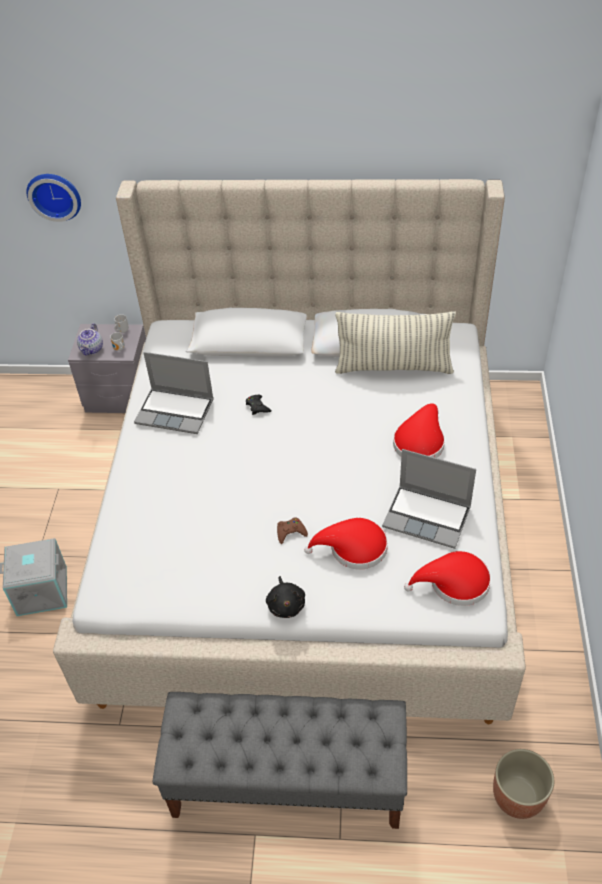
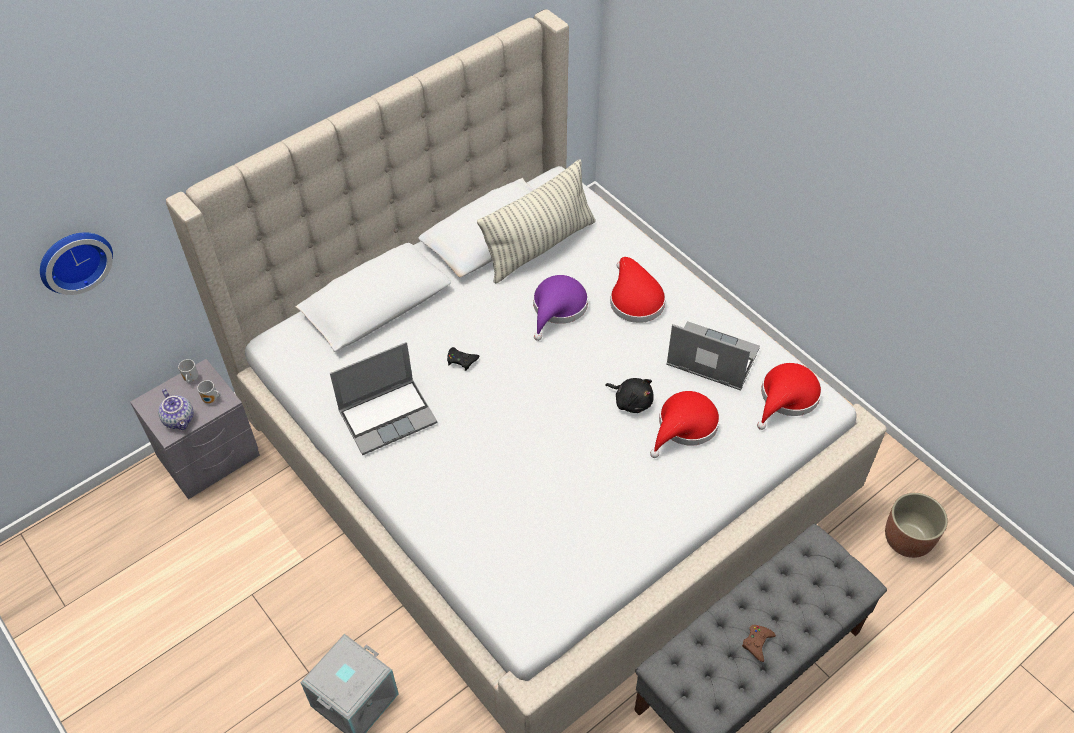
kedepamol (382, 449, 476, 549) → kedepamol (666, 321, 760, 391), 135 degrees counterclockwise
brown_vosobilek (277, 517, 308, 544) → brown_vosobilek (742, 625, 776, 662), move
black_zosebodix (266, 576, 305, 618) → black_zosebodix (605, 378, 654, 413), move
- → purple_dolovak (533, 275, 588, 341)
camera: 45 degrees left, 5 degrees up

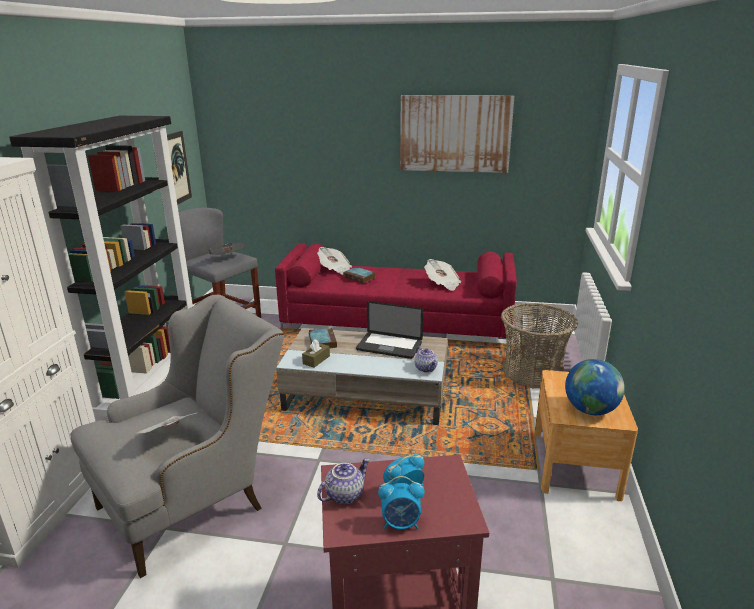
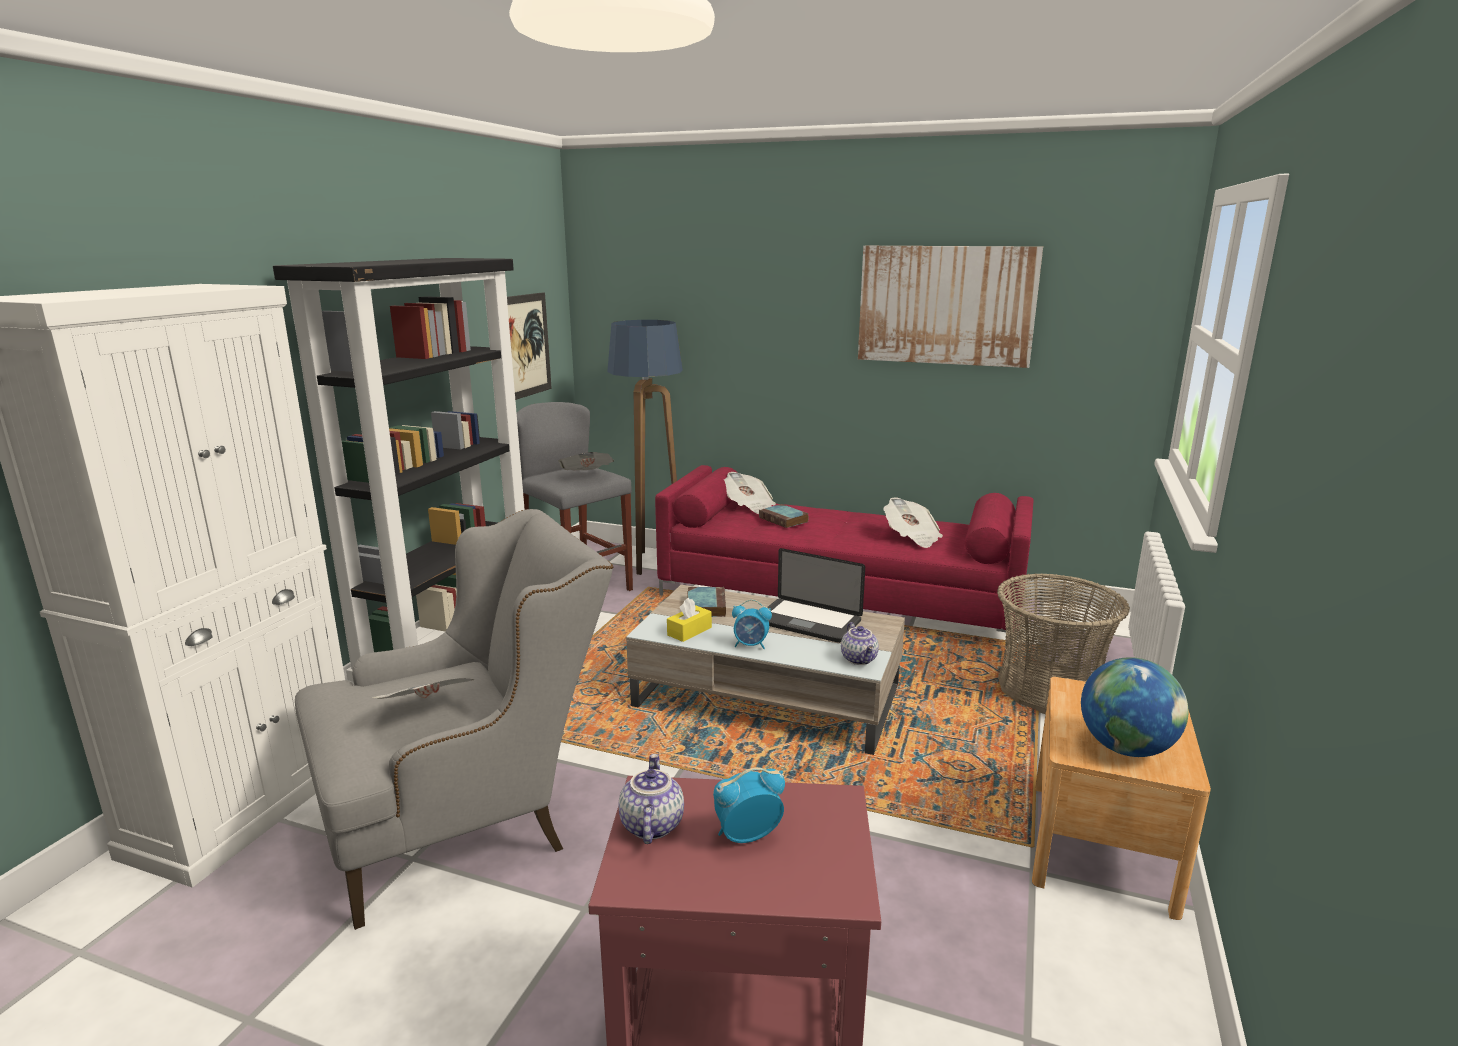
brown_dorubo (302, 339, 330, 368) → yellow_dorubo (667, 598, 712, 642)
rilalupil (317, 458, 370, 504) → rilalupil (618, 754, 684, 844), 60 degrees counterclockwise
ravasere (378, 476, 425, 530) → ravasere (732, 599, 772, 649), move
- → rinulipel (607, 320, 683, 575)
camera: 10 degrees right, 5 degrees down

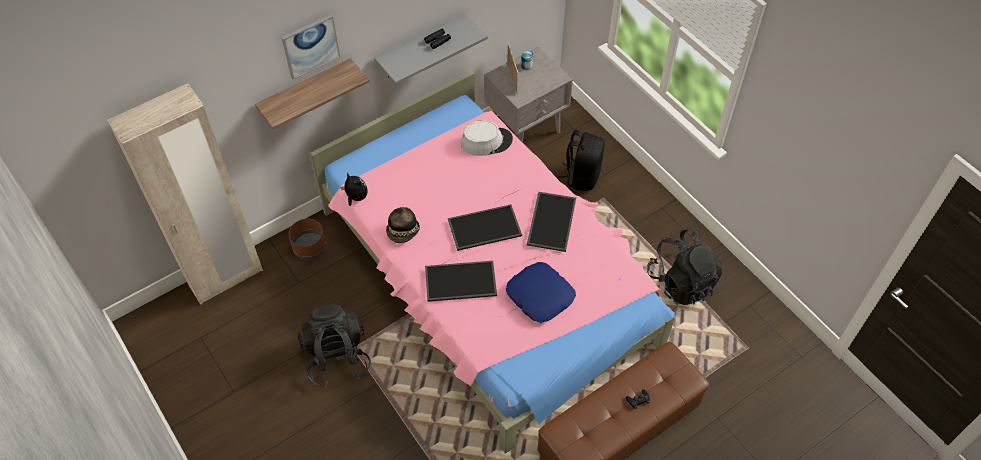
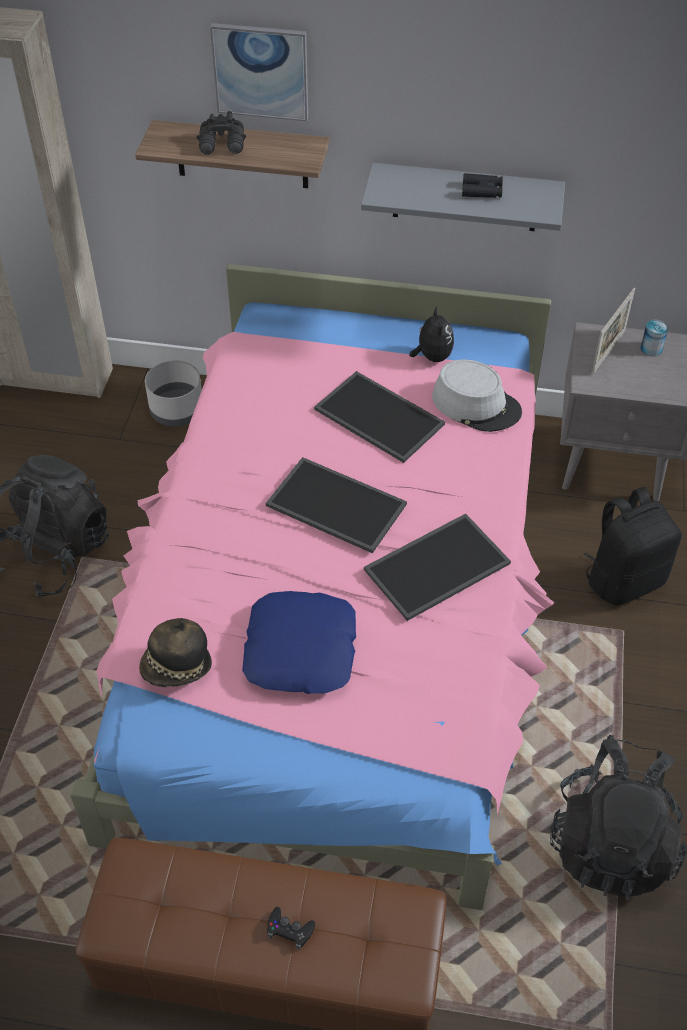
zosebodix (340, 173, 368, 206) → zosebodix (410, 306, 454, 362), move
dolovak (386, 207, 420, 243) → dolovak (139, 618, 212, 687), move
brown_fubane (289, 219, 326, 260) → grey_fubane (145, 360, 202, 426)
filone (425, 261, 497, 302) → filone (314, 371, 445, 463), move
- → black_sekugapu (196, 111, 246, 155)
camera: 45 degrees right, 5 degrees down

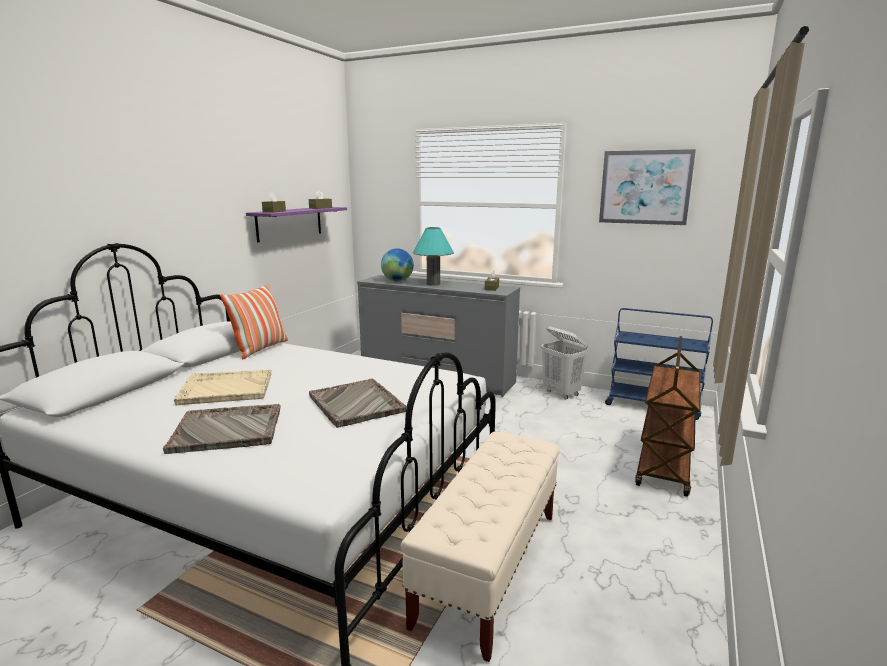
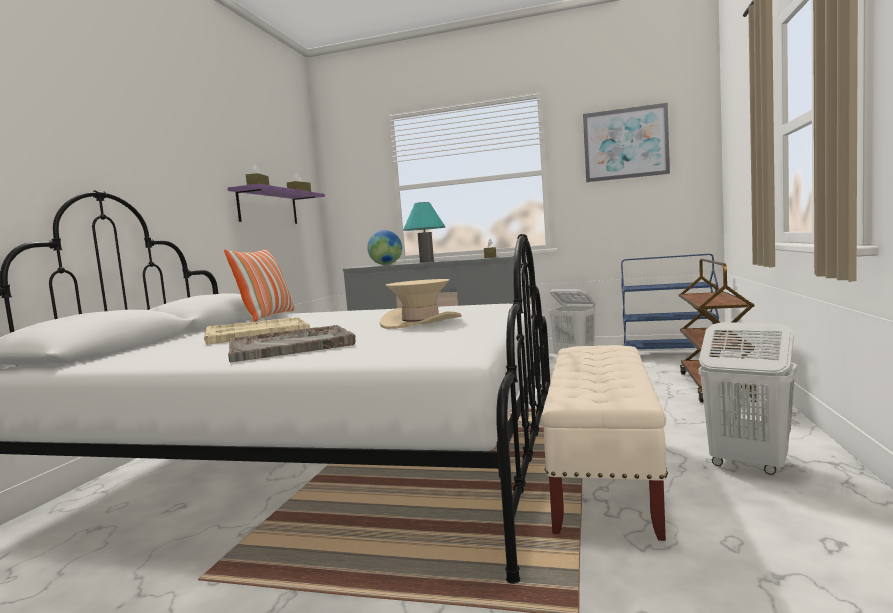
grey_filone (309, 378, 406, 428) → beige_dolovak (380, 279, 462, 329)
- → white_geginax (698, 322, 797, 475)
camera: 10 degrees left, 10 degrees down

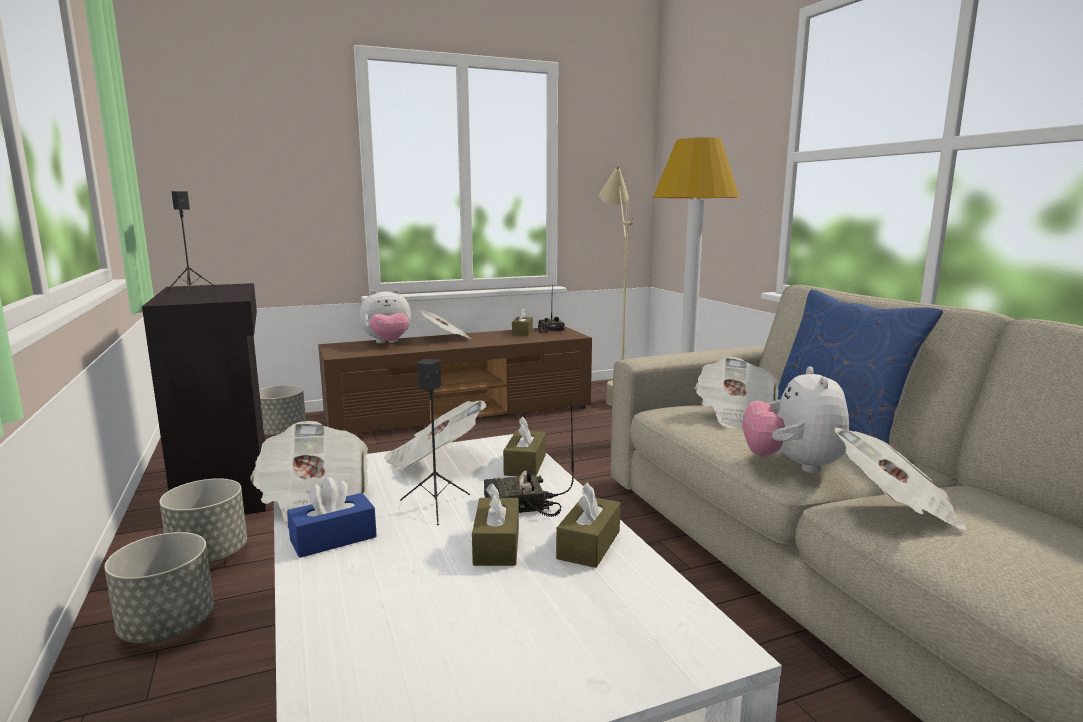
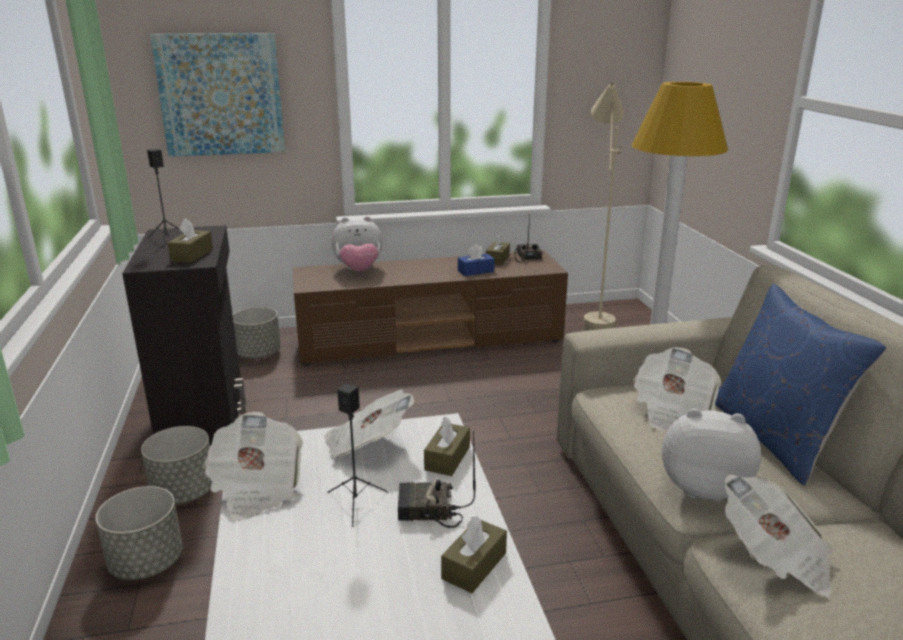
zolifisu (415, 308, 471, 339) → -
zosebodix (742, 367, 849, 474) → zosebodix (662, 408, 761, 502), 90 degrees clockwise
blue_dorubo (287, 477, 377, 558) → blue_dorubo (458, 244, 495, 276), move
brown_dorubo (472, 483, 519, 566) → brown_dorubo (168, 218, 213, 263), move
- → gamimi (150, 33, 285, 157)
camera: 10 degrees right, 10 degrees up

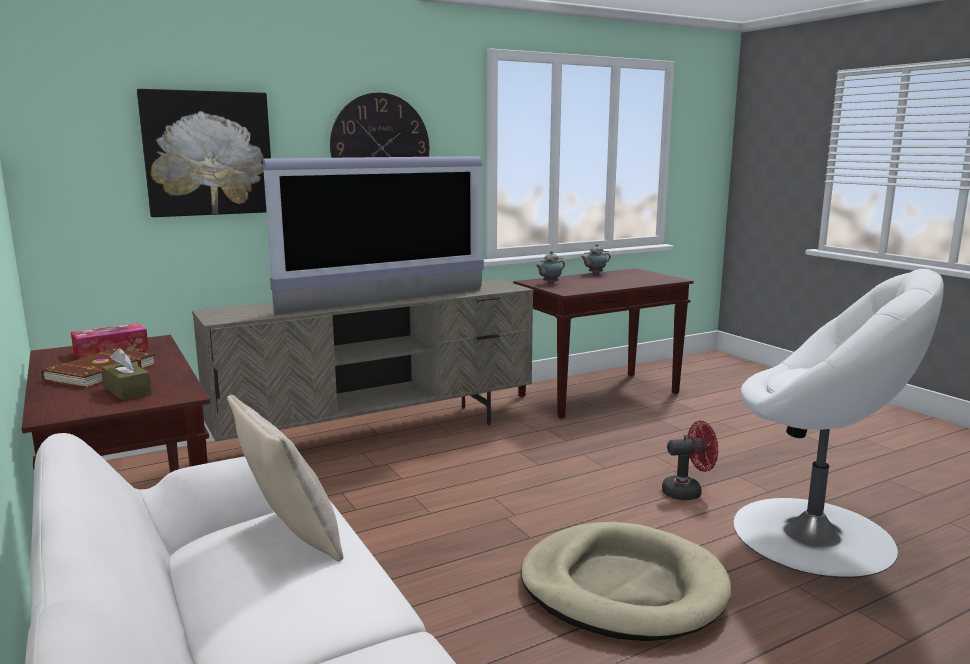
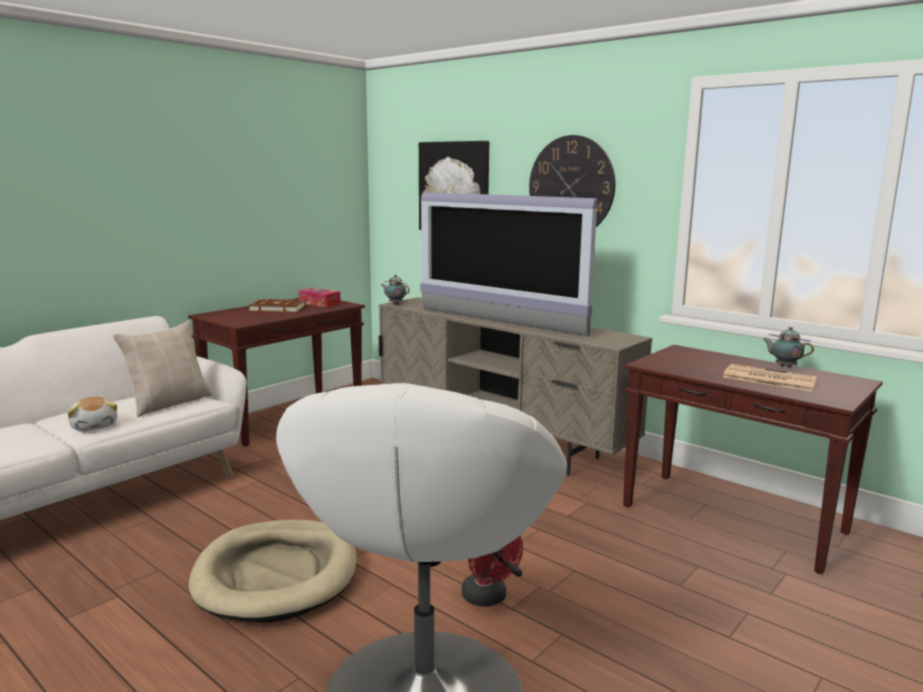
rilalupil (536, 251, 565, 284) → rilalupil (381, 275, 410, 304), move
brown_dorubo (101, 348, 152, 400) → -
- → zolifisu (723, 364, 817, 391)
- → zosebodix (68, 397, 117, 431)
camera: 70 degrees right, 0 degrees up

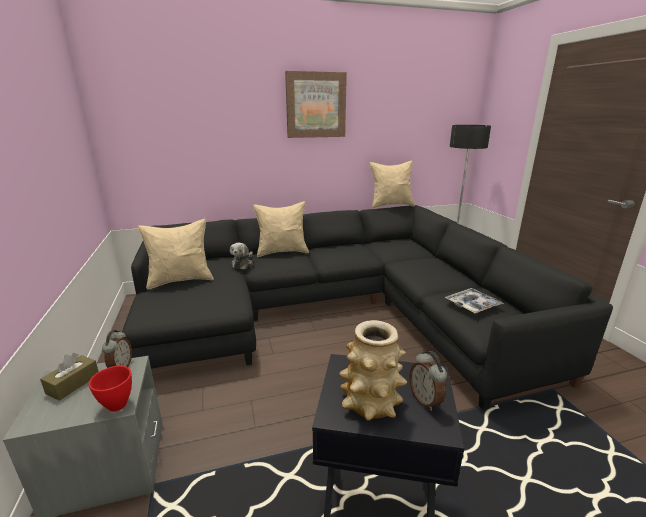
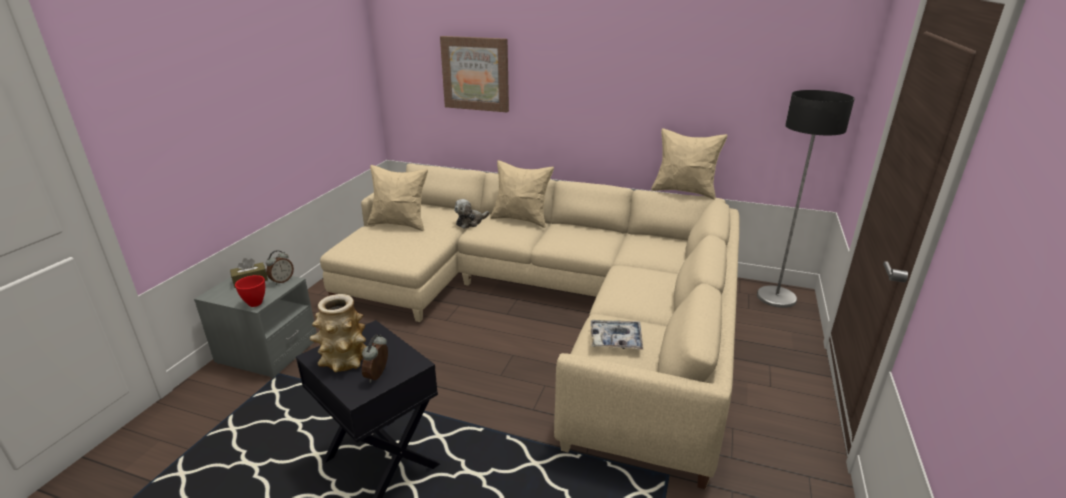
gamimi (285, 71, 347, 138) → gamimi (440, 36, 509, 112), move
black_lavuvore (122, 205, 613, 409) → beige_lavuvore (320, 164, 740, 489)
camera: 35 degrees right, 5 degrees up

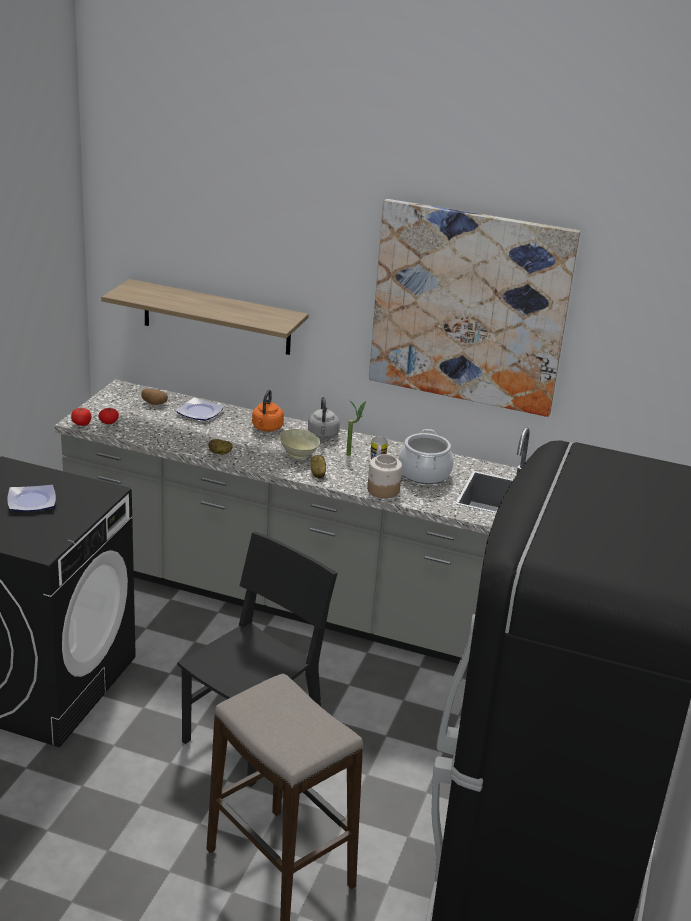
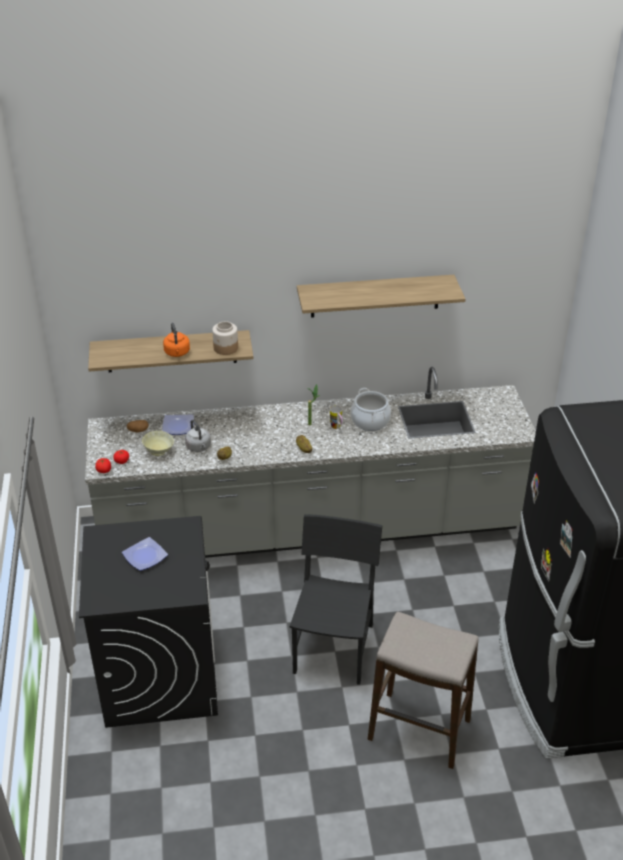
gamimi (369, 199, 580, 417) → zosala (297, 275, 465, 318)
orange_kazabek (252, 390, 284, 432) → orange_kazabek (163, 323, 190, 357), move
grey_kazabek (308, 397, 340, 439) → grey_kazabek (185, 420, 211, 452), move
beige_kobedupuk (280, 429, 320, 460) → beige_kobedupuk (142, 431, 174, 456), move
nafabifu (367, 454, 402, 498) → nafabifu (212, 321, 238, 355), move
camera: 25 degrees left, 10 degrees up

